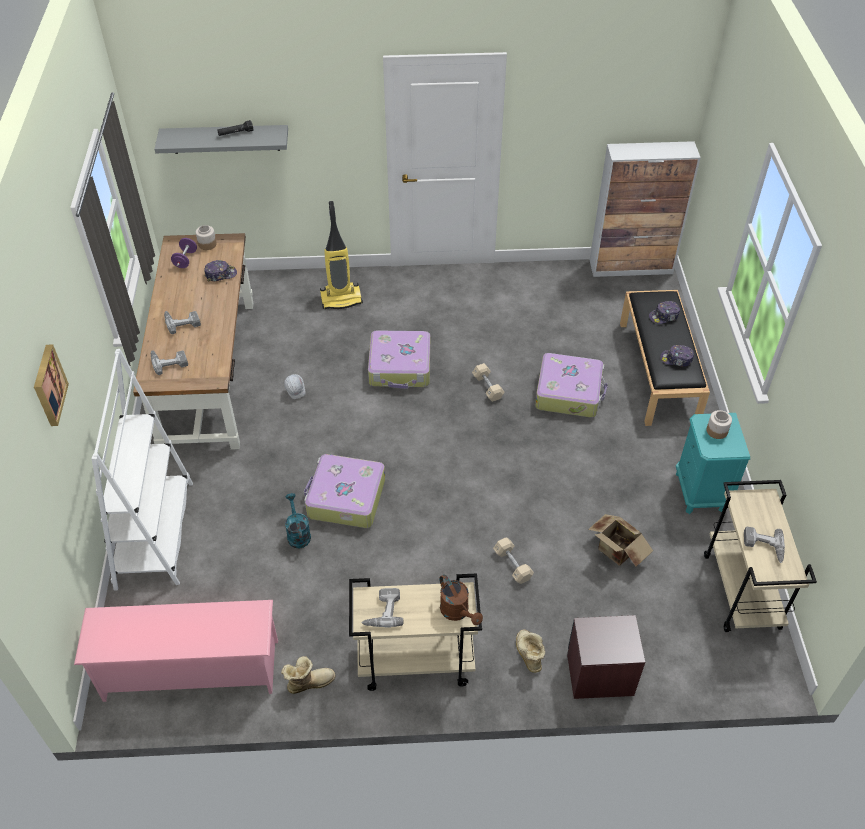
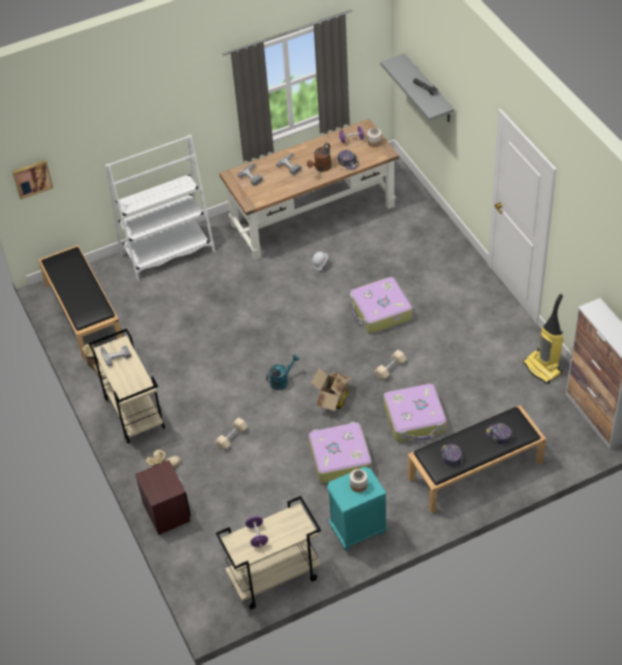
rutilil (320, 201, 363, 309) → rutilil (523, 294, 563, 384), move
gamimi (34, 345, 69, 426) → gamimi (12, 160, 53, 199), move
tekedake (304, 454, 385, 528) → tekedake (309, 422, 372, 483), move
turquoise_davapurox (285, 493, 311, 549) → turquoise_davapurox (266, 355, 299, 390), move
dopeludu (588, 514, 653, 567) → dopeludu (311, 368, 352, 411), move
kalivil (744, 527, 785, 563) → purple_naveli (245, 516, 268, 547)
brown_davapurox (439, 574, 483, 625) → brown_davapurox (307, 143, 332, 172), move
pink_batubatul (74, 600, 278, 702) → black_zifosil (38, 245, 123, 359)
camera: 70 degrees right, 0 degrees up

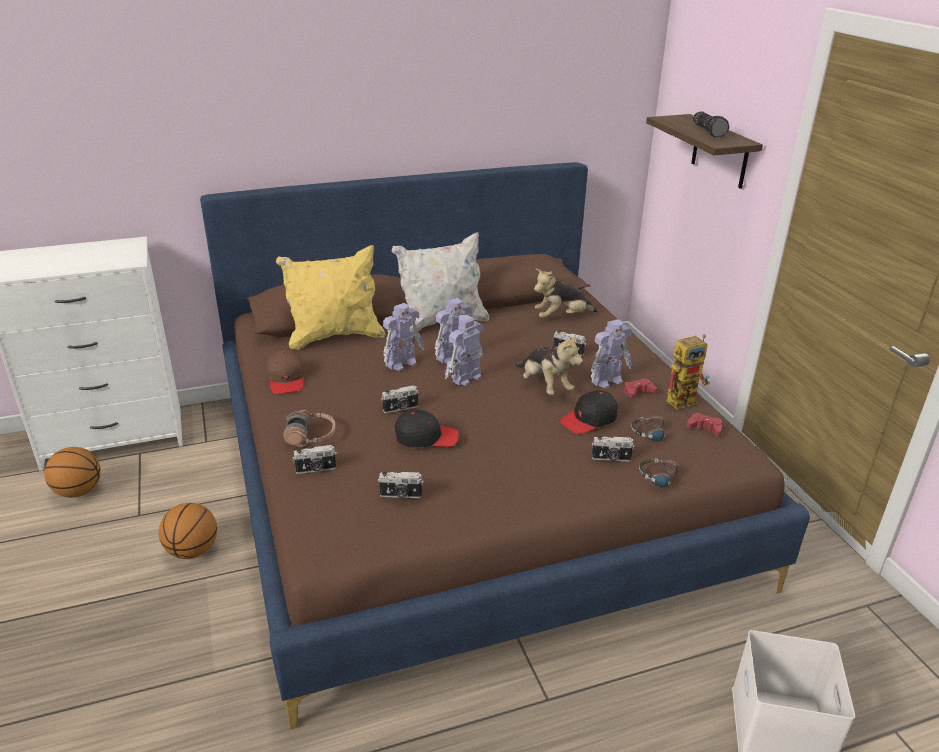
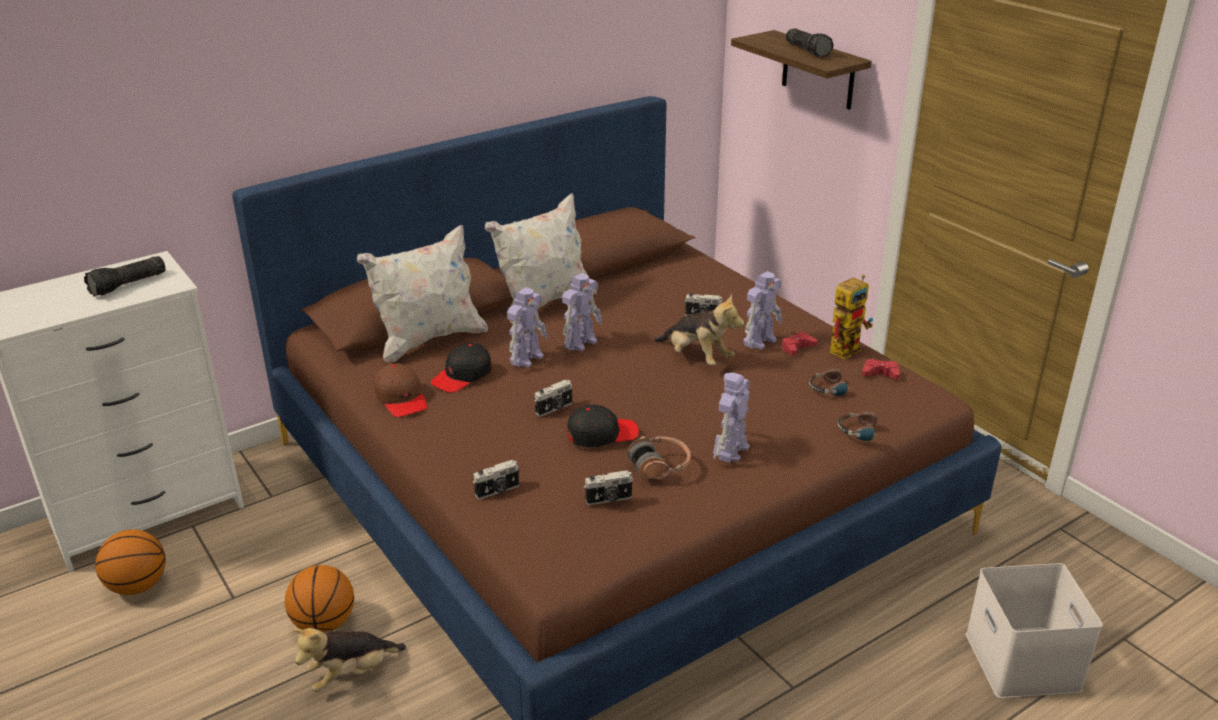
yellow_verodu (276, 245, 385, 349) → white_verodu (357, 225, 488, 362)
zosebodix (534, 269, 597, 318) → zosebodix (292, 628, 406, 692), move
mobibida (445, 315, 483, 385) → mobibida (713, 372, 750, 463), move
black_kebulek (560, 390, 617, 434) → black_kebulek (431, 343, 492, 393), move
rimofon (283, 410, 336, 447) → rimofon (627, 436, 691, 479), move
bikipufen (592, 436, 634, 462) → -
- → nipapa (84, 256, 166, 296)
camera: 15 degrees left, 0 degrees up

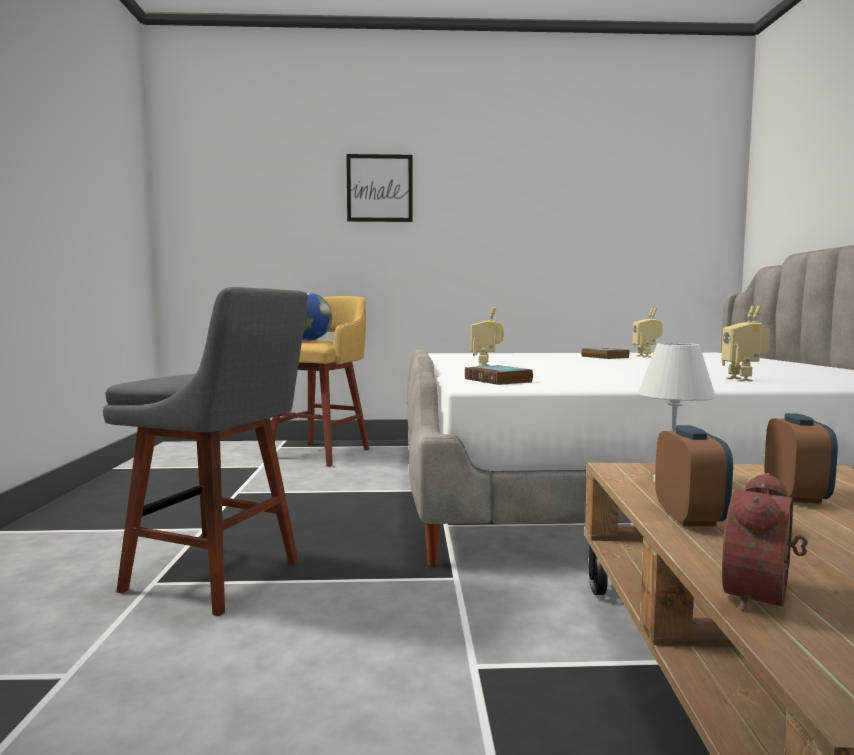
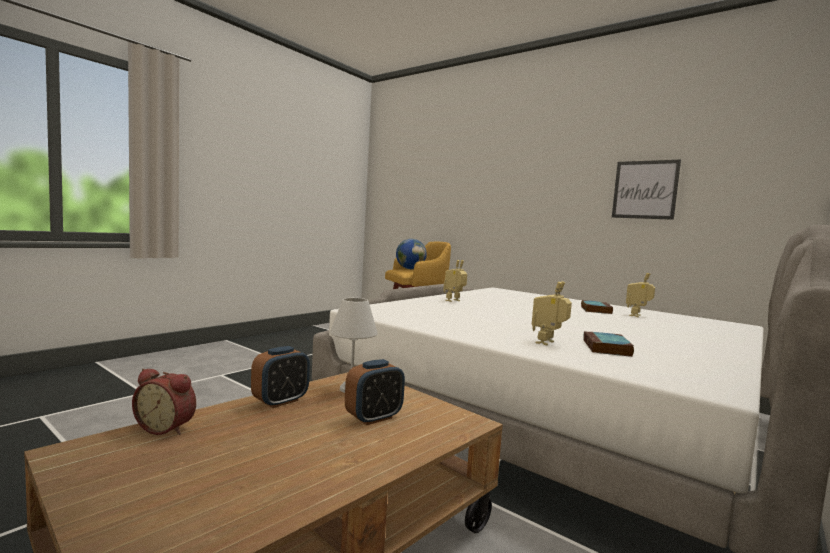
gamimi (346, 154, 413, 222) → gamimi (612, 160, 681, 220), move
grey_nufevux (103, 287, 308, 616) → -
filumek (465, 365, 533, 385) → filumek (583, 331, 634, 357), move
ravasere (722, 473, 808, 612) → ravasere (132, 368, 196, 435), 150 degrees counterclockwise
camera: 40 degrees right, 0 degrees up

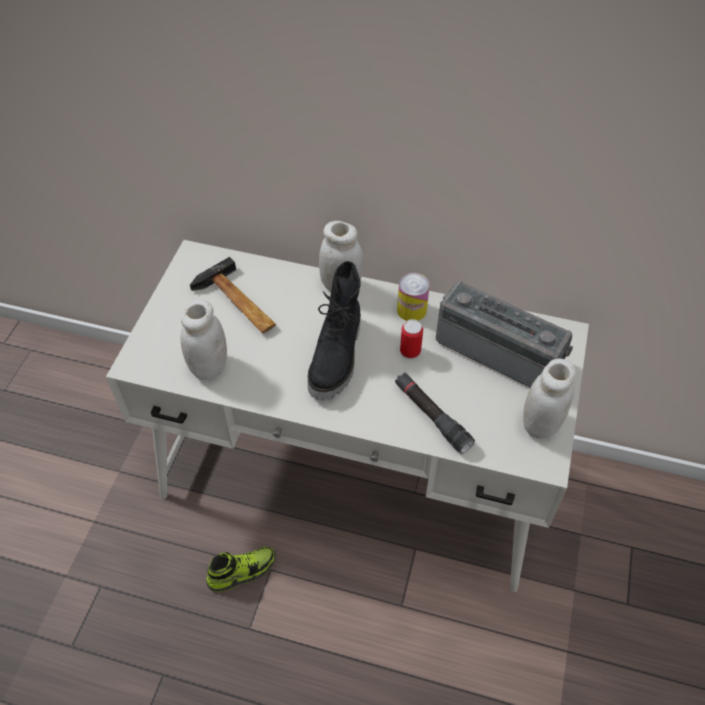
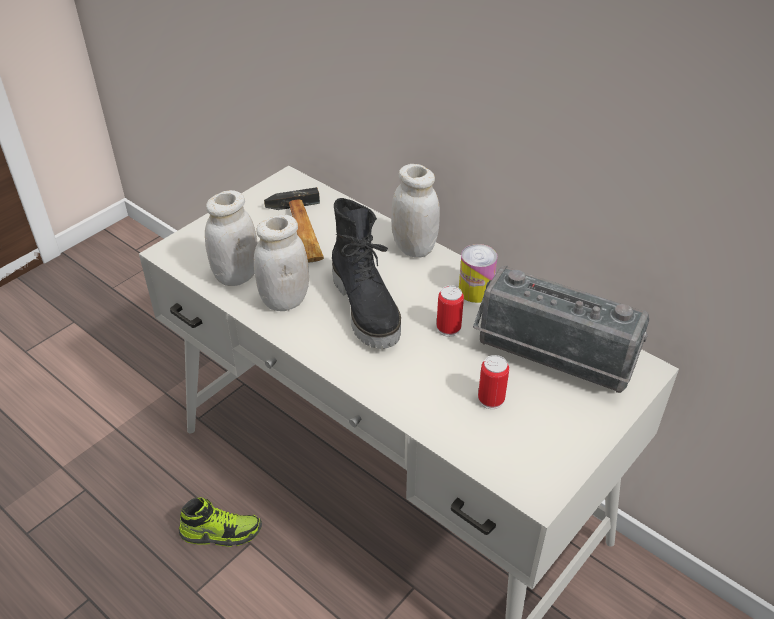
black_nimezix (308, 261, 361, 400) → black_nimezix (332, 198, 401, 349), 60 degrees counterclockwise
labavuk (436, 281, 573, 388) → labavuk (473, 266, 649, 393), 150 degrees clockwise
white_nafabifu (523, 359, 576, 439) → white_nafabifu (254, 215, 309, 311), move
black_nipapa (395, 373, 475, 454) → -
- → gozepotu (478, 355, 509, 409)
camera: 25 degrees right, 10 degrees down

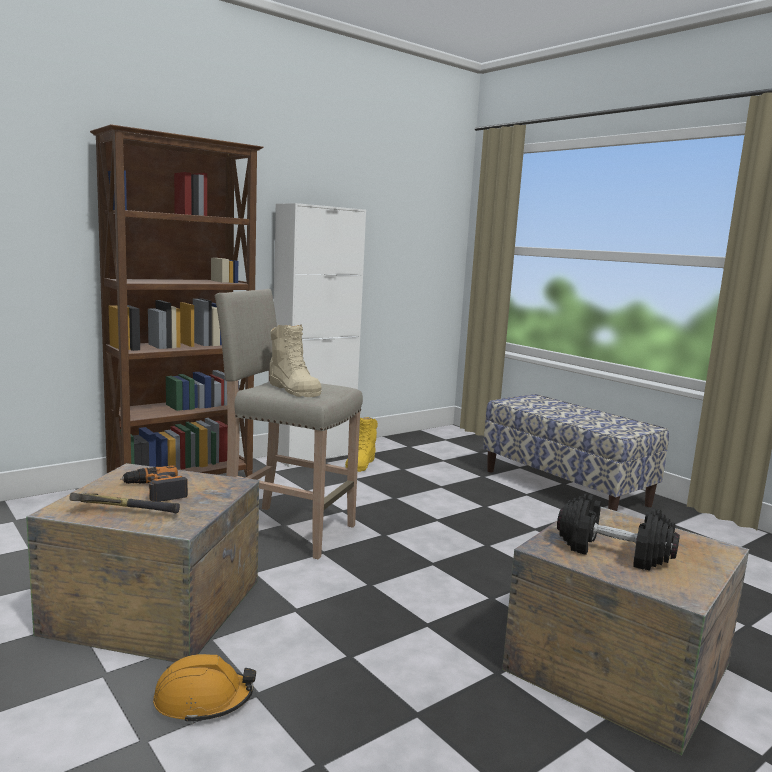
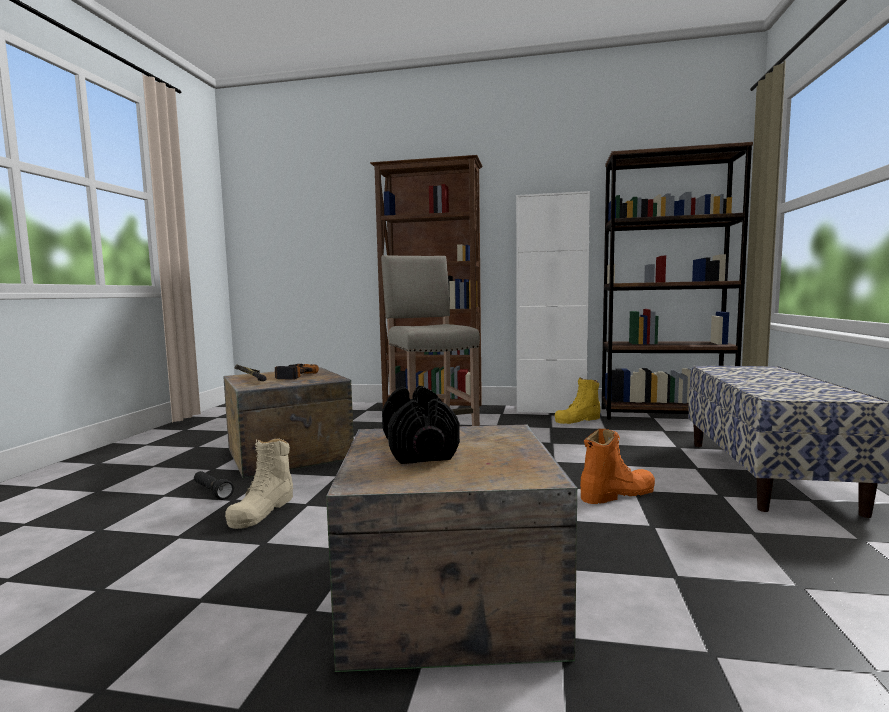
beige_nimezix (270, 325, 322, 397) → beige_nimezix (225, 438, 293, 529), move
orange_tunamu (153, 654, 256, 724) → black_nipapa (194, 471, 234, 500)
- → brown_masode (602, 142, 753, 419)
- → orange_nimezix (580, 429, 655, 504)
camera: 50 degrees right, 5 degrees down

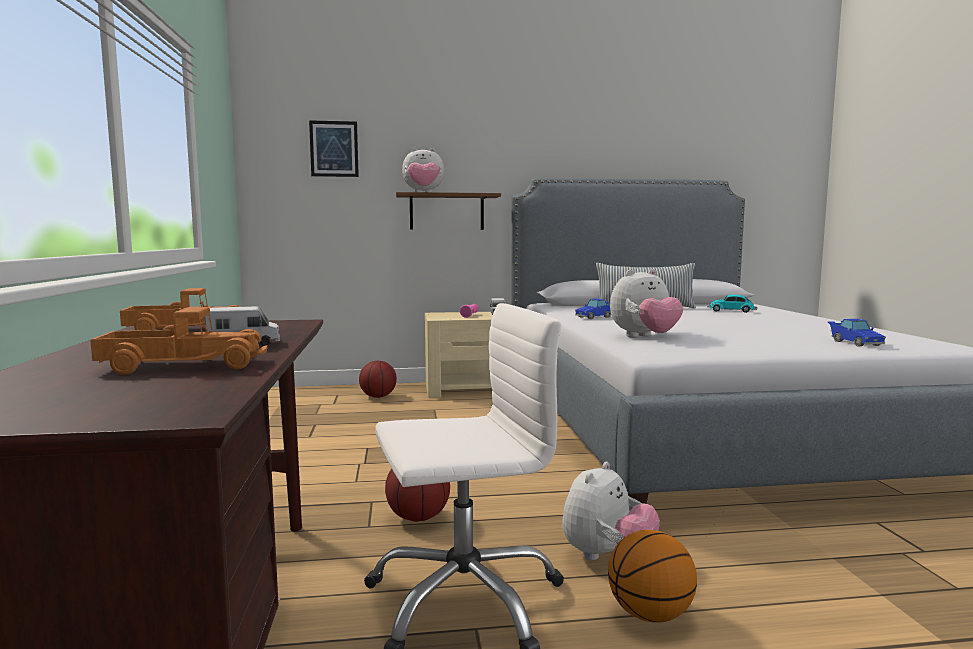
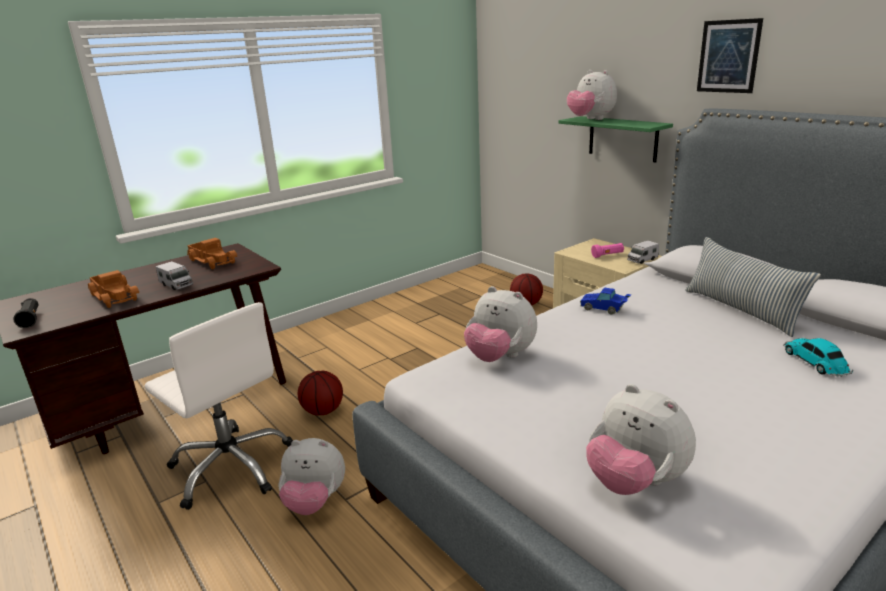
gamimi (309, 120, 359, 177) → gamimi (697, 18, 763, 93), move
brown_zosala (396, 192, 501, 230) → green_zosala (558, 116, 673, 163)
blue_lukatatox (827, 319, 886, 347) → zosebodix (586, 384, 696, 495)
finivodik (608, 530, 697, 623) → -
- → black_nipapa (13, 298, 38, 328)
camera: 60 degrees right, 15 degrees up

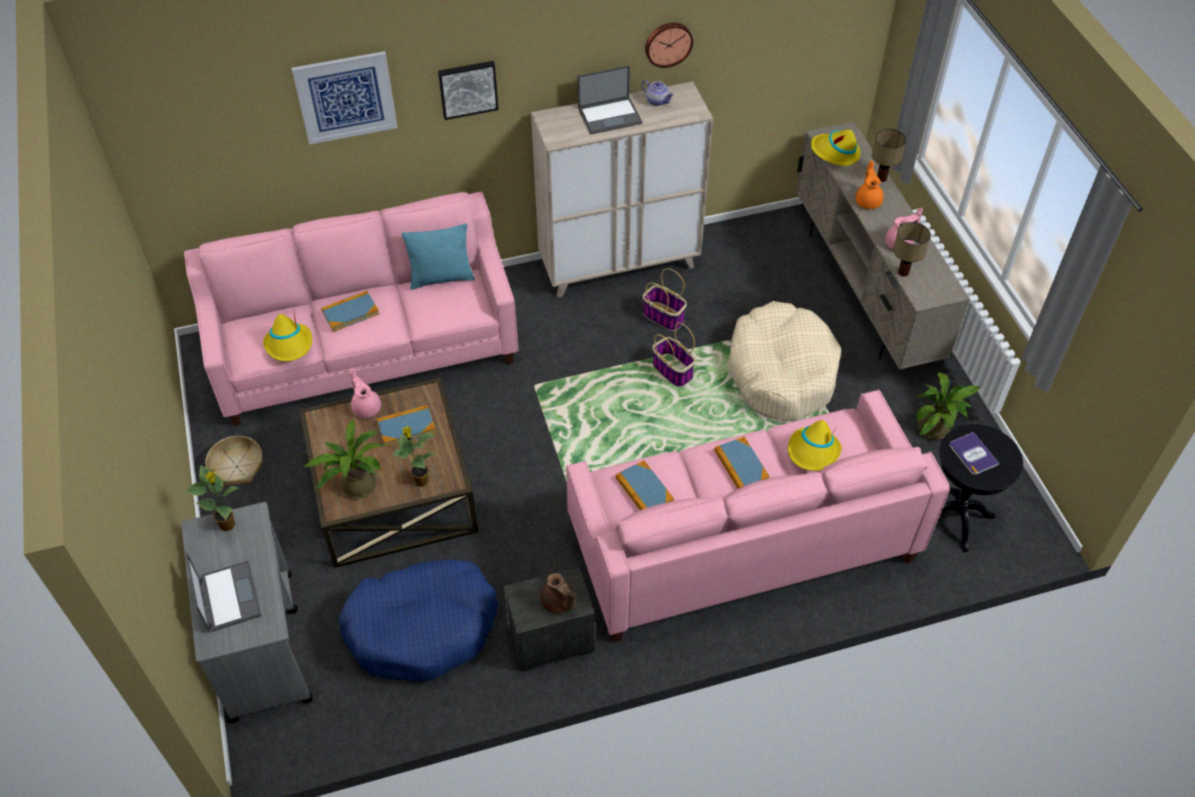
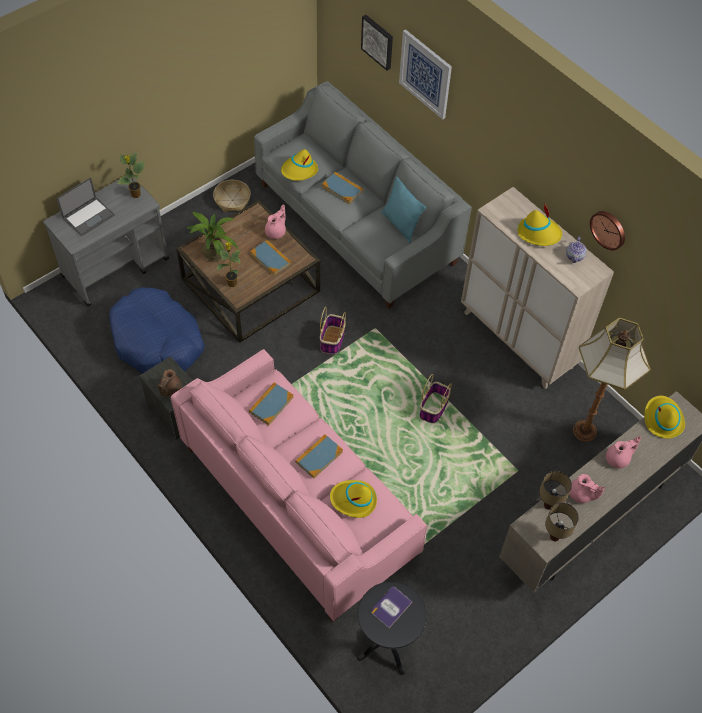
gamimi (438, 61, 499, 120) → gamimi (361, 15, 393, 71), move
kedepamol (577, 65, 642, 135) → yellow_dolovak (517, 204, 562, 246)
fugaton (872, 129, 906, 182) → fugaton (545, 503, 579, 541), move
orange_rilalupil (856, 161, 883, 209) → pink_rilalupil (606, 436, 641, 468)
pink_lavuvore (184, 192, 518, 426) → grey_lavuvore (254, 81, 472, 309)
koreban (642, 268, 687, 331) → koreban (320, 307, 346, 354), move
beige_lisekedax (727, 301, 841, 421) → -
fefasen (916, 372, 981, 440) → -
- → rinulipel (573, 318, 651, 442)
camera: 65 degrees right, 5 degrees up

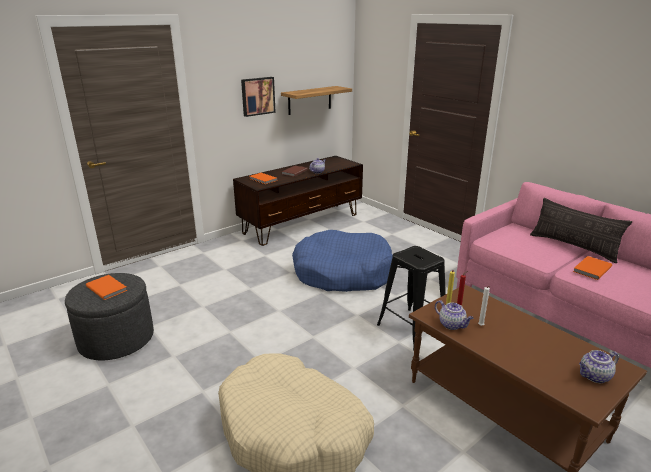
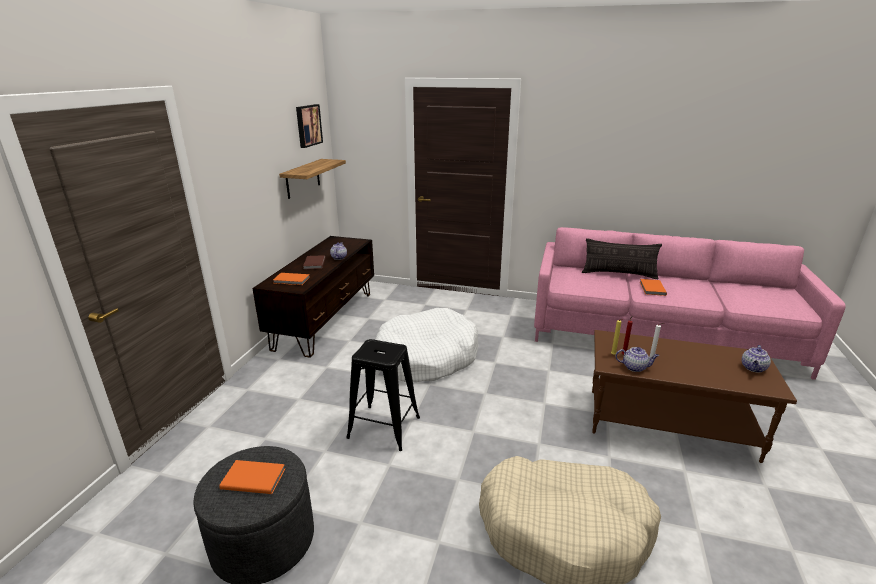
gamimi (241, 77, 276, 117) → gamimi (296, 104, 323, 148), move
blue_lisekedax (292, 230, 393, 292) → white_lisekedax (375, 308, 479, 382)
black_nufevux (377, 246, 446, 350) → black_nufevux (346, 339, 420, 451), move
camera: 35 degrees left, 0 degrees up

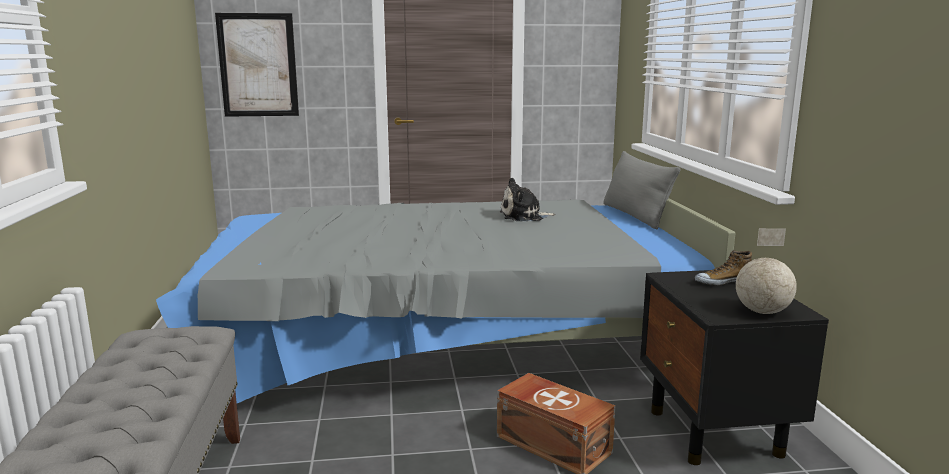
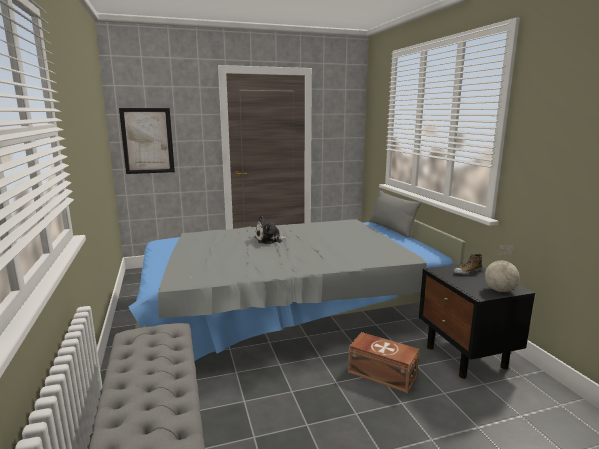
zosebodix (500, 178, 556, 221) → zosebodix (254, 216, 290, 244), move
camera: 10 degrees left, 0 degrees up

